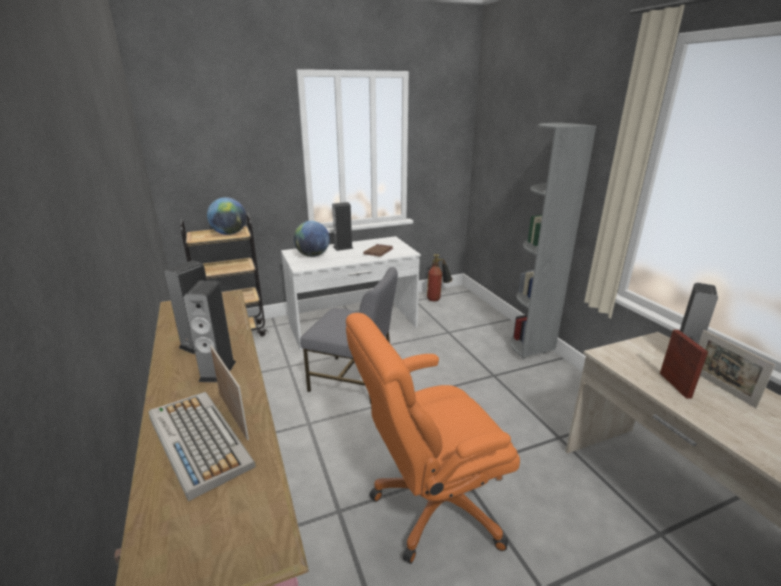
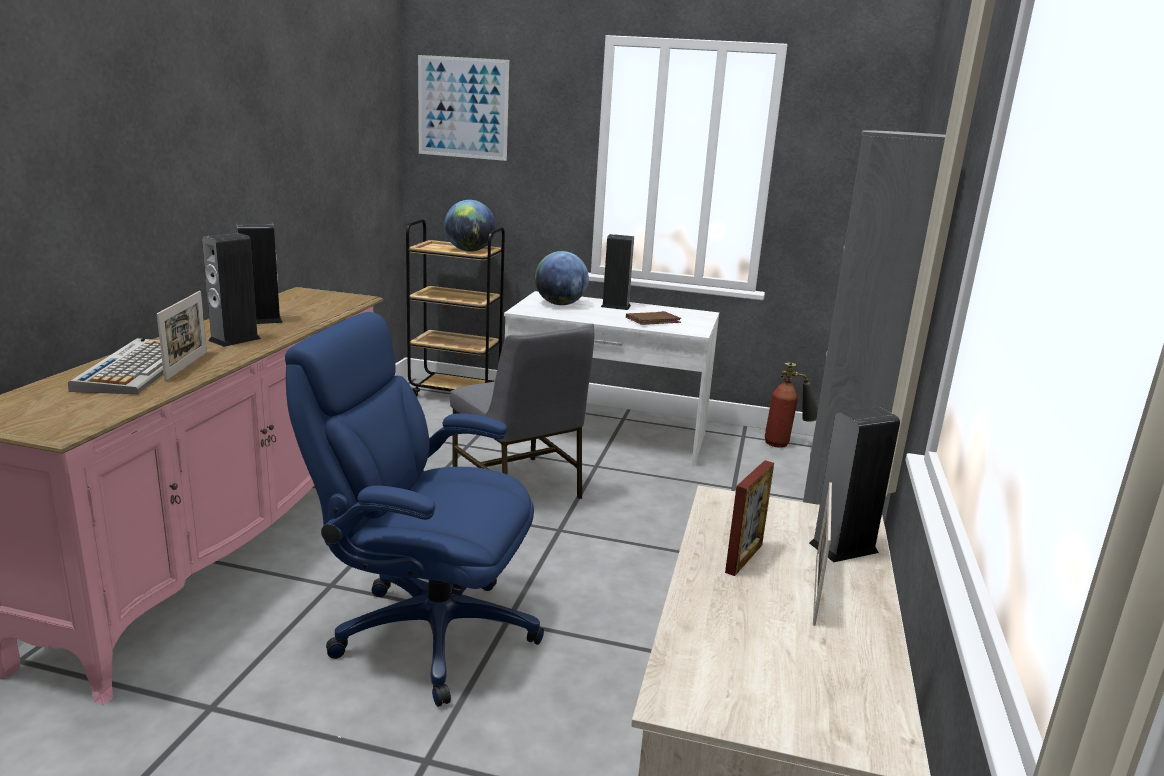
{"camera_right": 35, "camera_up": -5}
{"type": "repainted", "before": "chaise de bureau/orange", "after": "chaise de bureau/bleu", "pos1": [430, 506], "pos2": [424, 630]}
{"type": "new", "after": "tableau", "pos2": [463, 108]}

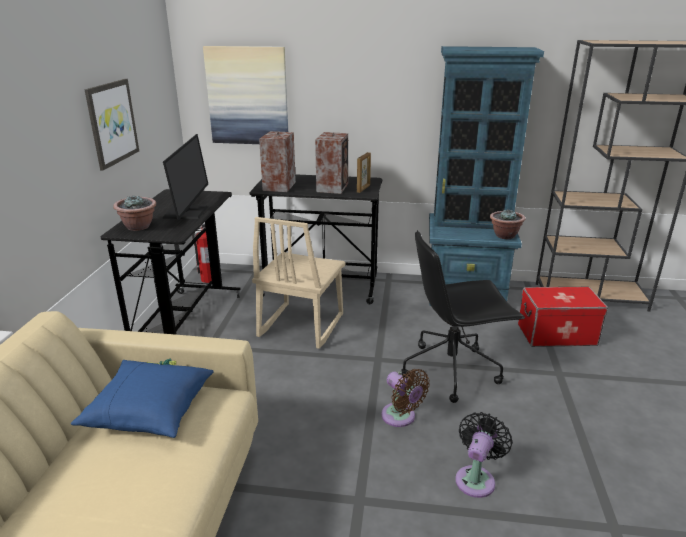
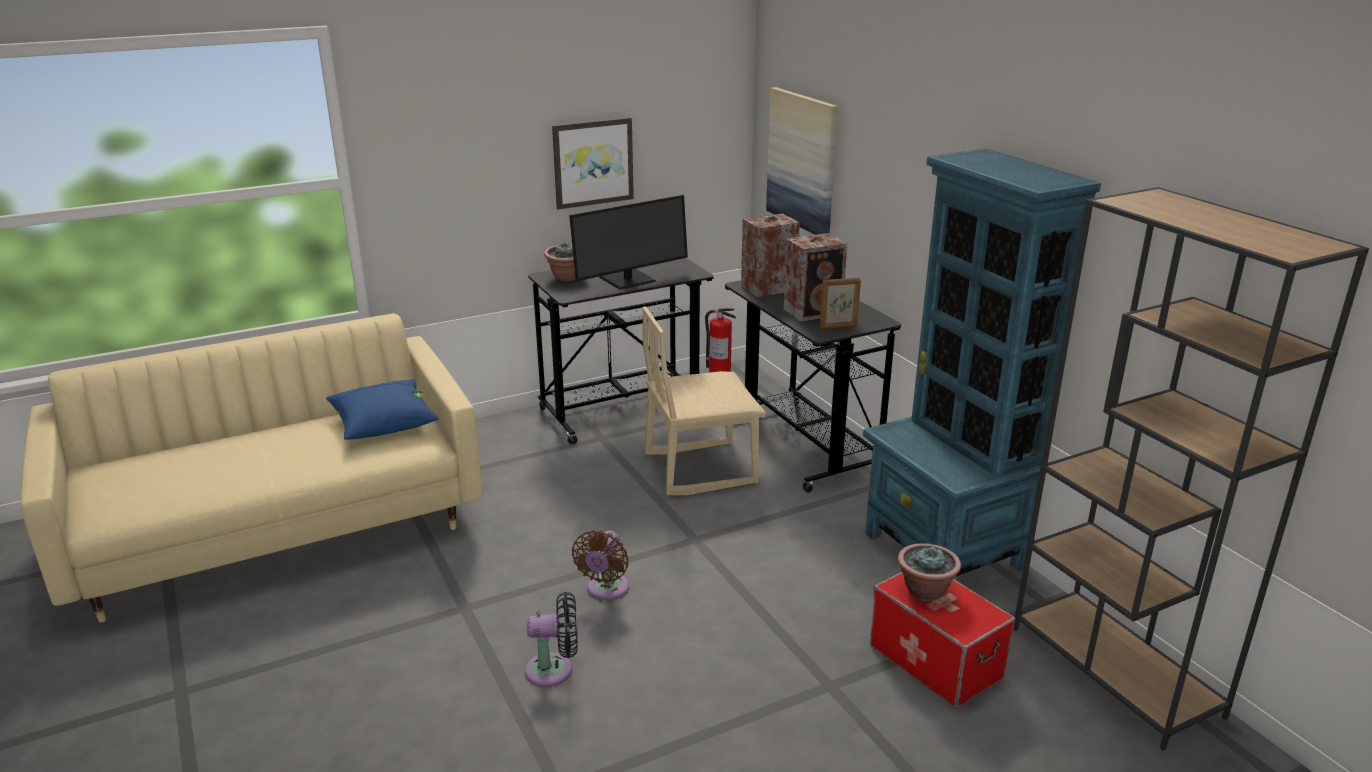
{"camera_right": 55, "camera_up": 0}
{"type": "shifted", "before": "plante en pot", "pos1": [504, 236], "pos2": [925, 591]}
{"type": "gone", "before": "chaise de bureau/noir", "pos1": [454, 370]}

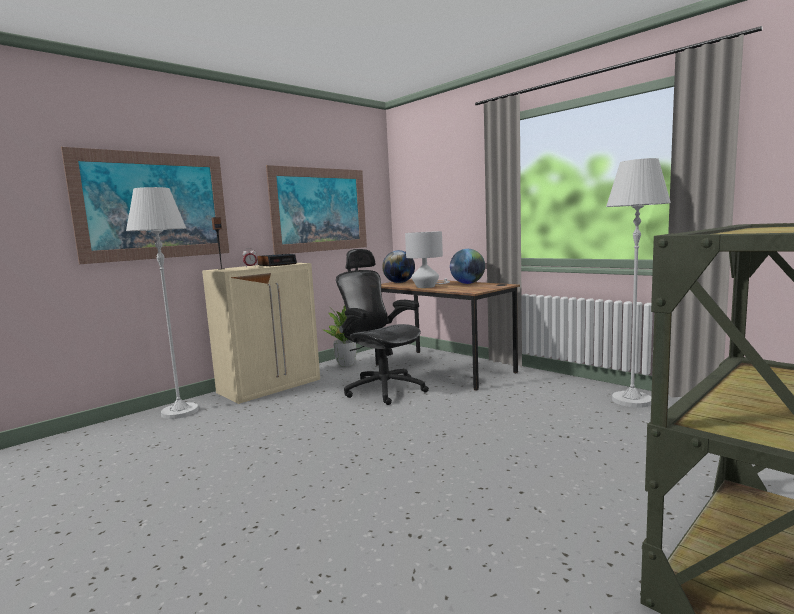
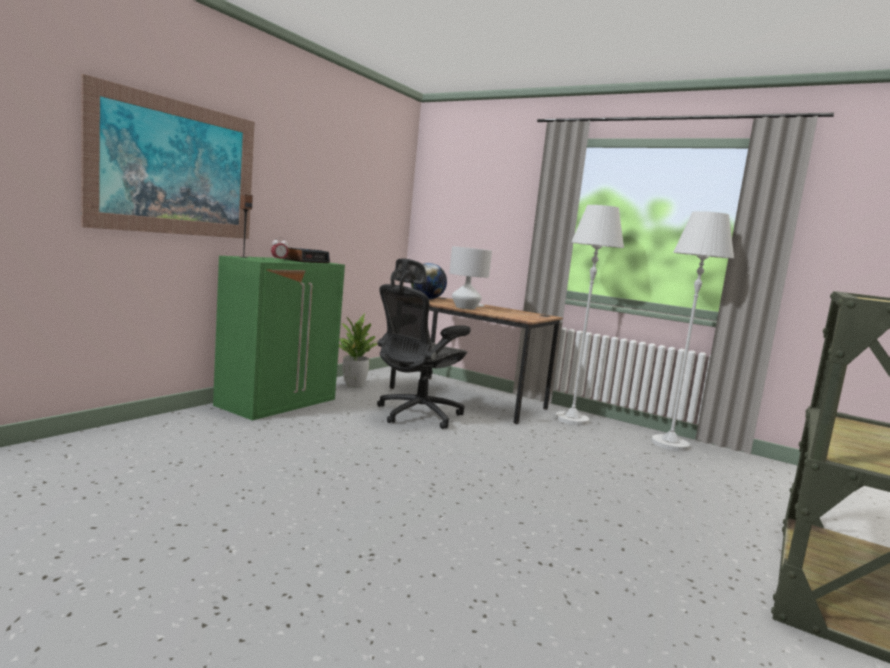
{"camera_right": -15, "camera_up": 0}
{"type": "gone", "before": "tableau", "pos1": [320, 210]}
{"type": "shifted", "before": "lampadaire/blanc", "pos1": [180, 412], "pos2": [571, 419]}
{"type": "rotated", "before": "chaise de bureau", "pos1": [383, 389], "pos2": [416, 416], "turn": -90}
{"type": "gone", "before": "globe", "pos1": [467, 283]}
{"type": "repainted", "before": "meuble de rangement/beige", "after": "meuble de rangement/vert", "pos1": [270, 385], "pos2": [277, 402]}

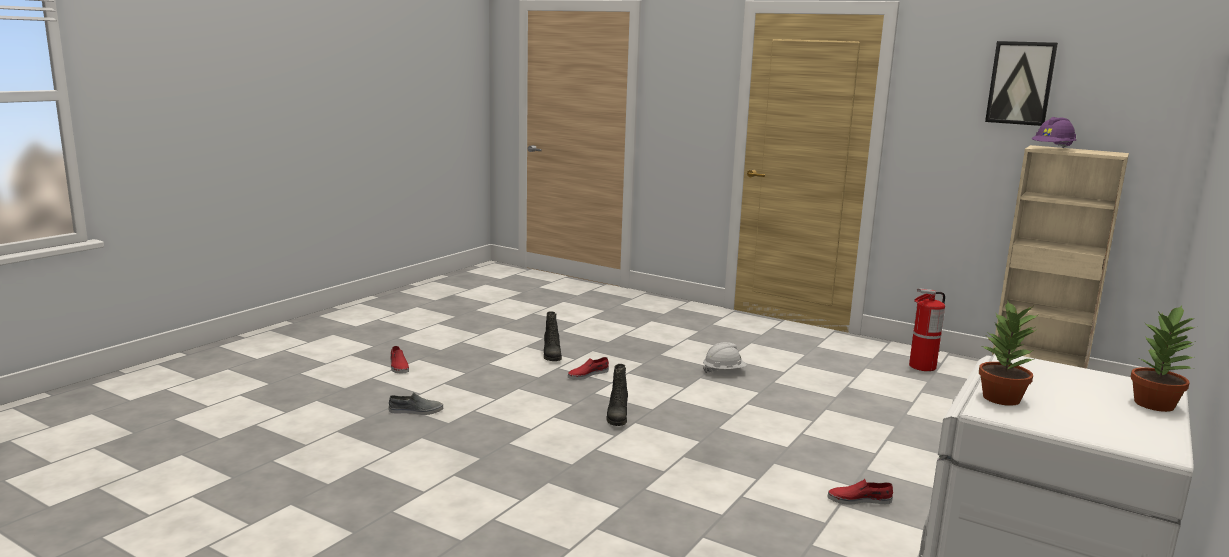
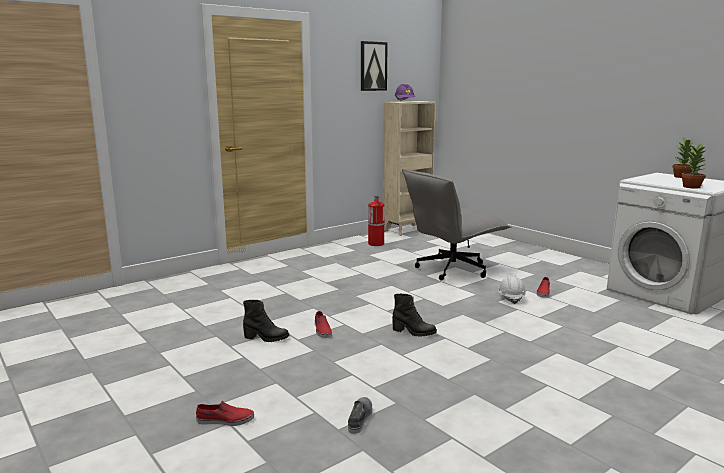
{"camera_right": -70, "camera_up": 0}
{"type": "shifted", "before": "casque de chantier/blanc", "pos1": [724, 371], "pos2": [510, 298]}
{"type": "new", "after": "chaise de bureau/gris", "pos2": [453, 269]}

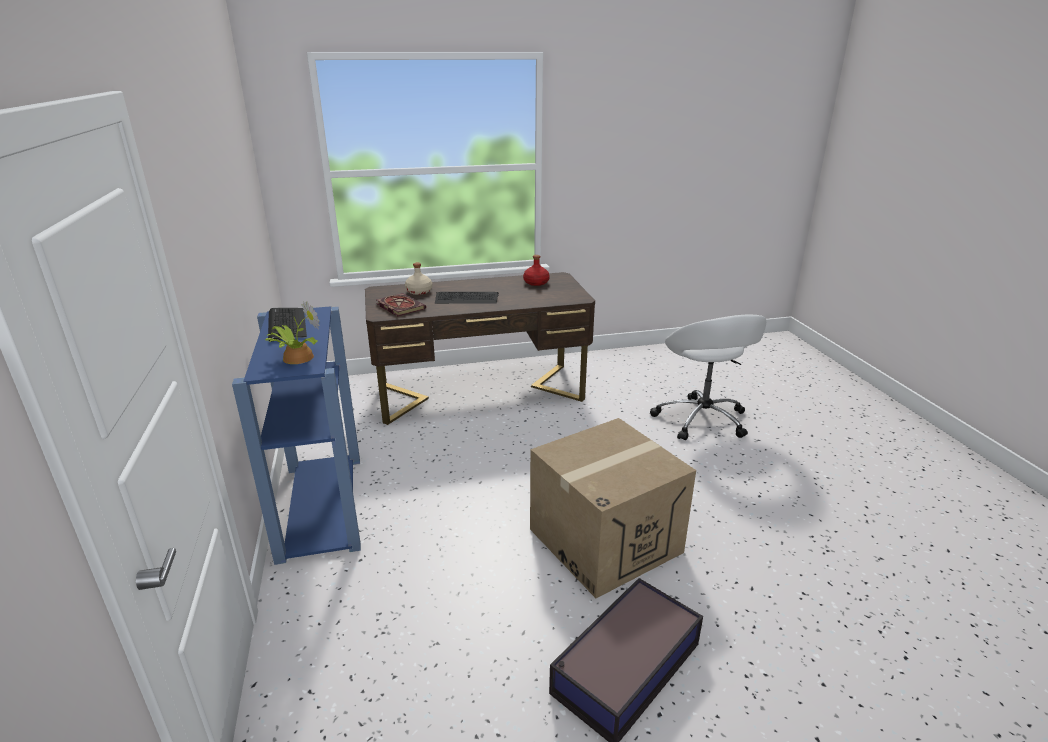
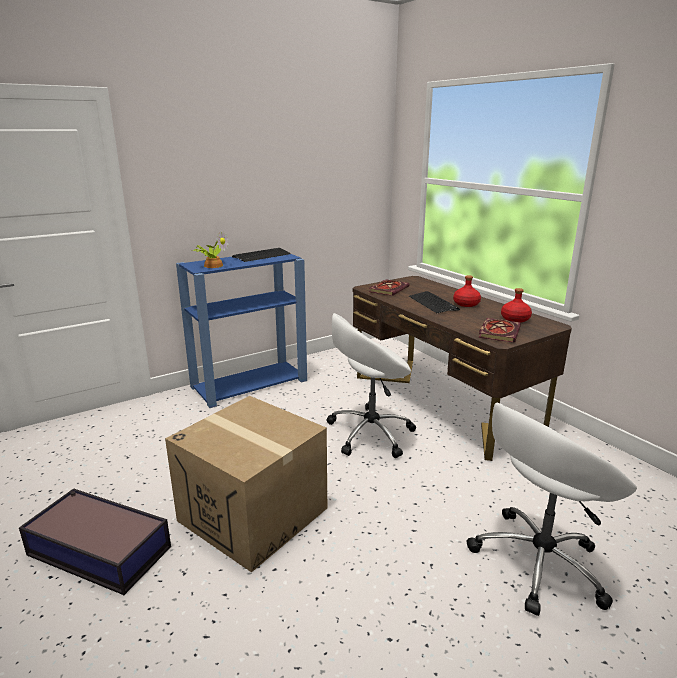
{"camera_right": 70, "camera_up": -5}
{"type": "gone", "before": "bouteille/beige", "pos1": [418, 291]}
{"type": "new", "after": "bouteille/rouge", "pos2": [466, 304]}
{"type": "new", "after": "chaise de bureau/blanc", "pos2": [368, 434]}
{"type": "new", "after": "livre", "pos2": [498, 332]}

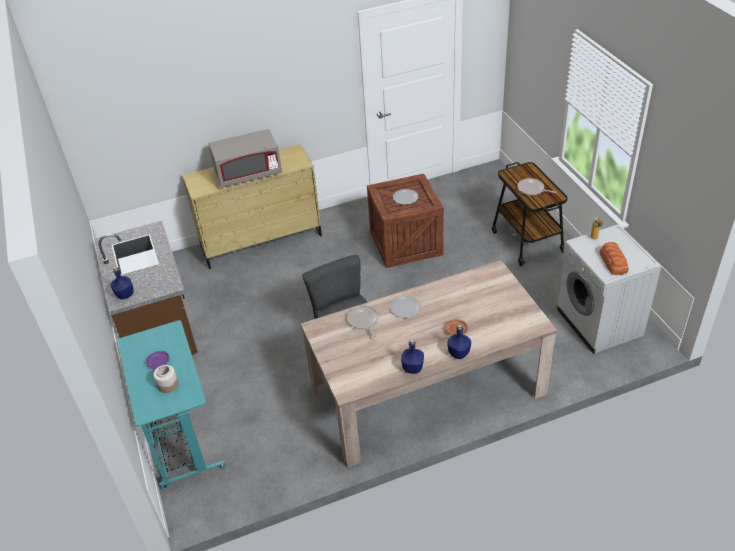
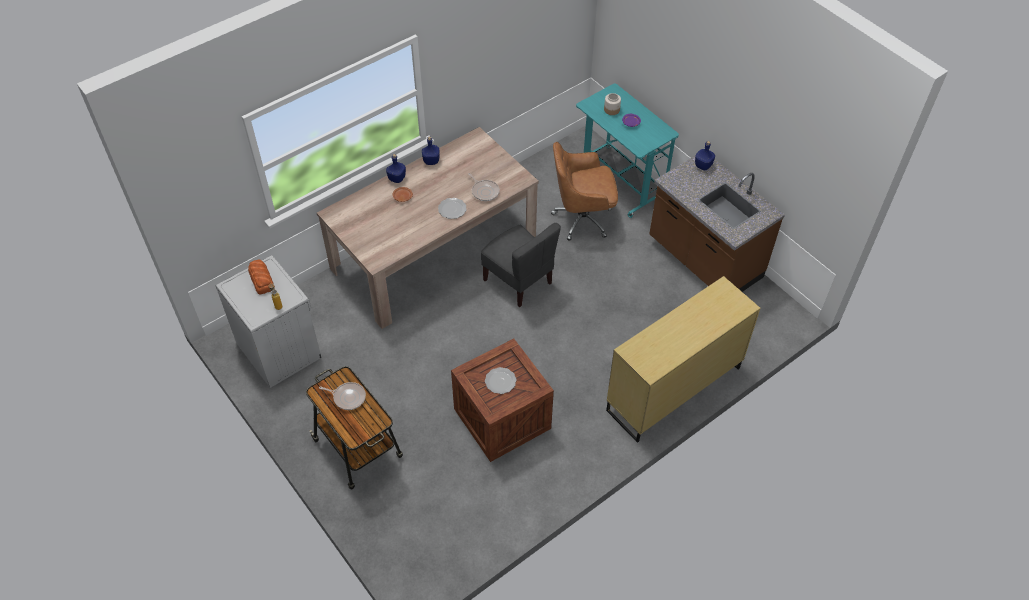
{"camera_right": 160, "camera_up": 10}
{"type": "gone", "before": "micro-ondes/gris", "pos1": [248, 174]}
{"type": "new", "after": "chaise de bureau/marron", "pos2": [582, 218]}

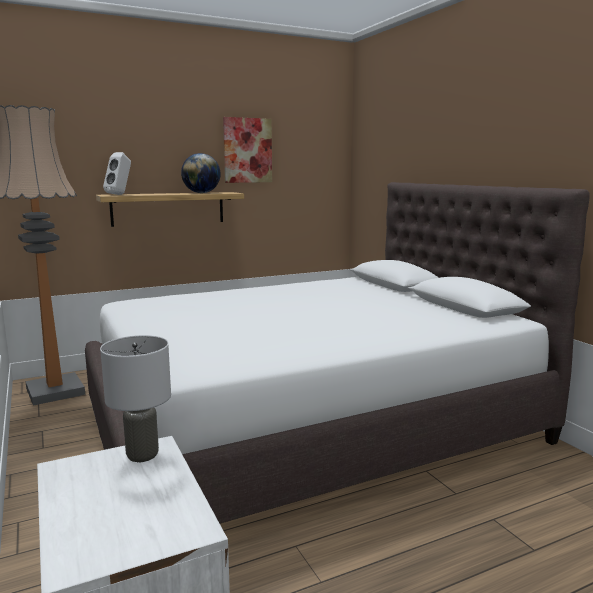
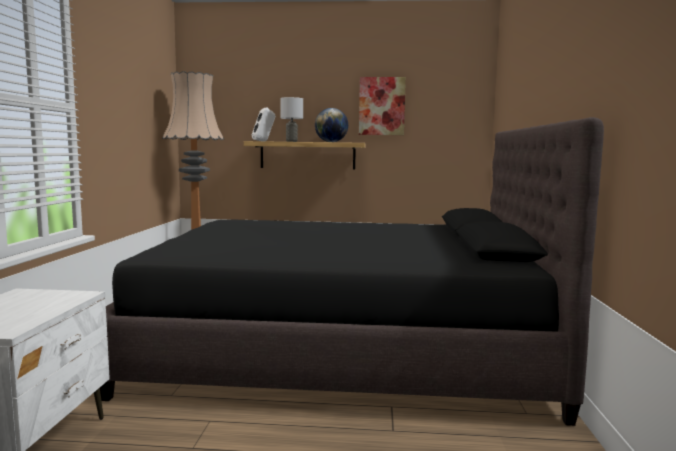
{"camera_right": 30, "camera_up": -5}
{"type": "repainted", "before": "lit/blanc", "after": "lit/noir", "pos1": [312, 425], "pos2": [342, 349]}
{"type": "shifted", "before": "lampe de table/blanc", "pos1": [141, 455], "pos2": [291, 141]}

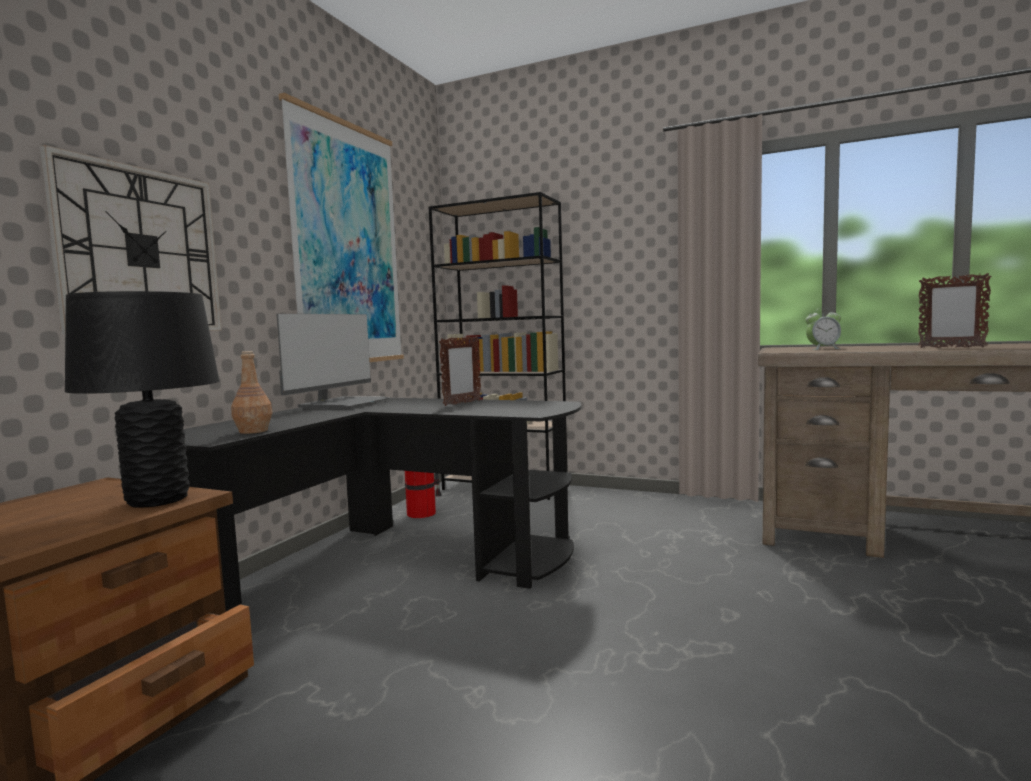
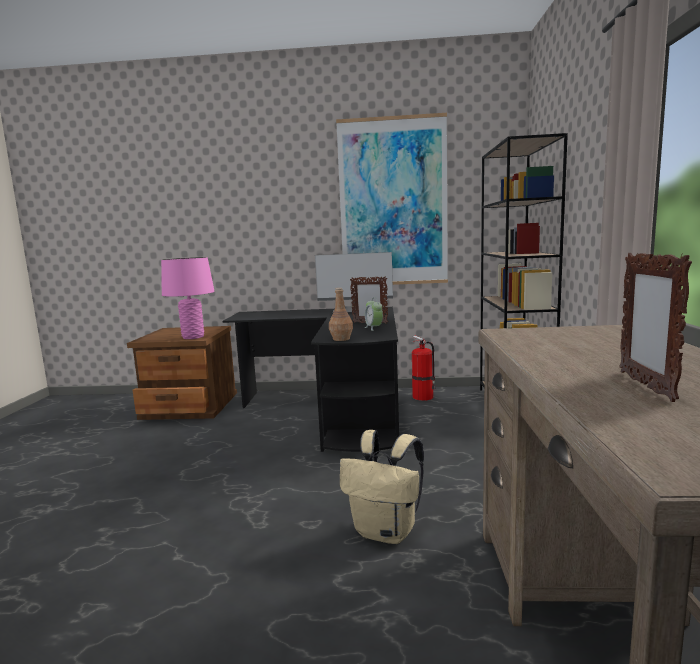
{"camera_right": 70, "camera_up": 5}
{"type": "gone", "before": "horloge murale", "pos1": [140, 251]}
{"type": "repainted", "before": "lampe de table/noir", "after": "lampe de table/rose", "pos1": [158, 500], "pos2": [193, 337]}
{"type": "shifted", "before": "réveil", "pos1": [823, 349], "pos2": [374, 328]}
{"type": "shifted", "before": "bouteille/marron", "pos1": [253, 431], "pos2": [341, 339]}
{"type": "new", "after": "sac à dos/beige", "pos2": [386, 532]}

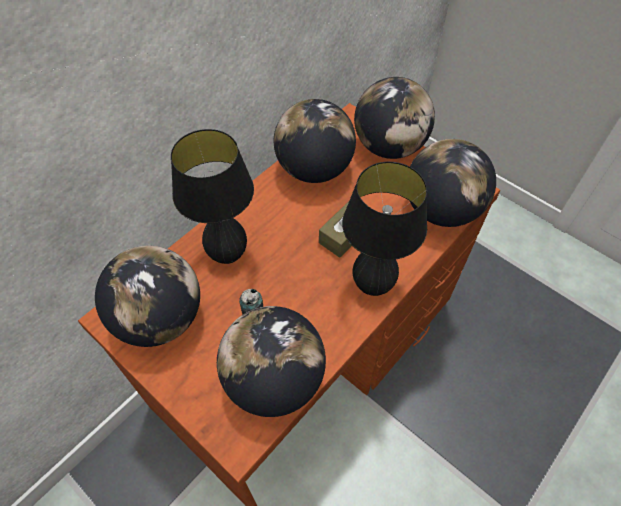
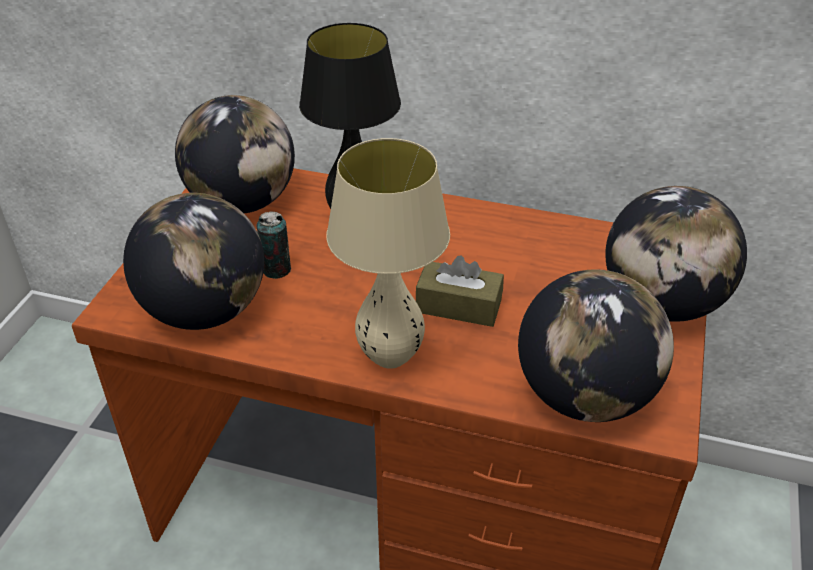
{"camera_right": 65, "camera_up": -15}
{"type": "gone", "before": "globe", "pos1": [314, 169]}
{"type": "repainted", "before": "lampe de table/noir", "after": "lampe de table/beige", "pos1": [373, 285], "pos2": [390, 358]}

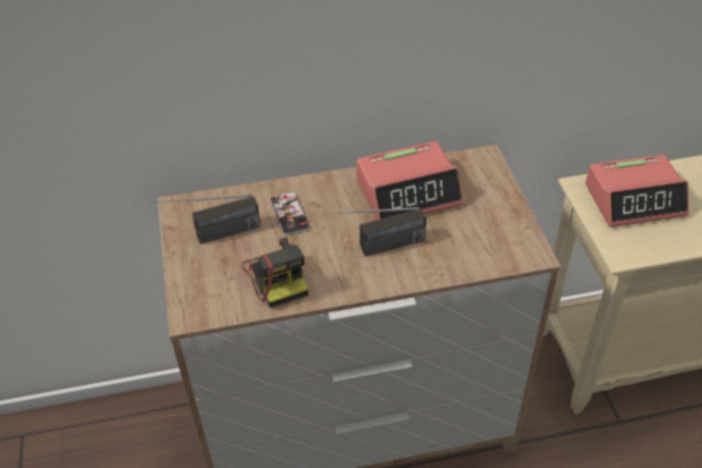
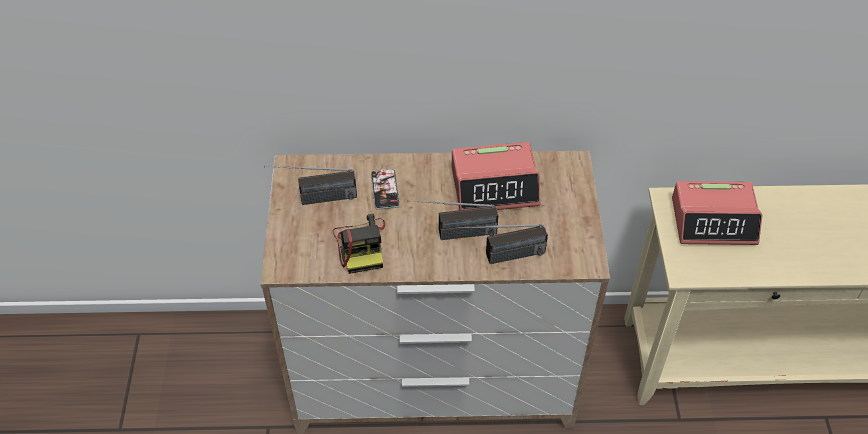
{"camera_right": 10, "camera_up": 5}
{"type": "new", "after": "radio", "pos2": [500, 257]}

